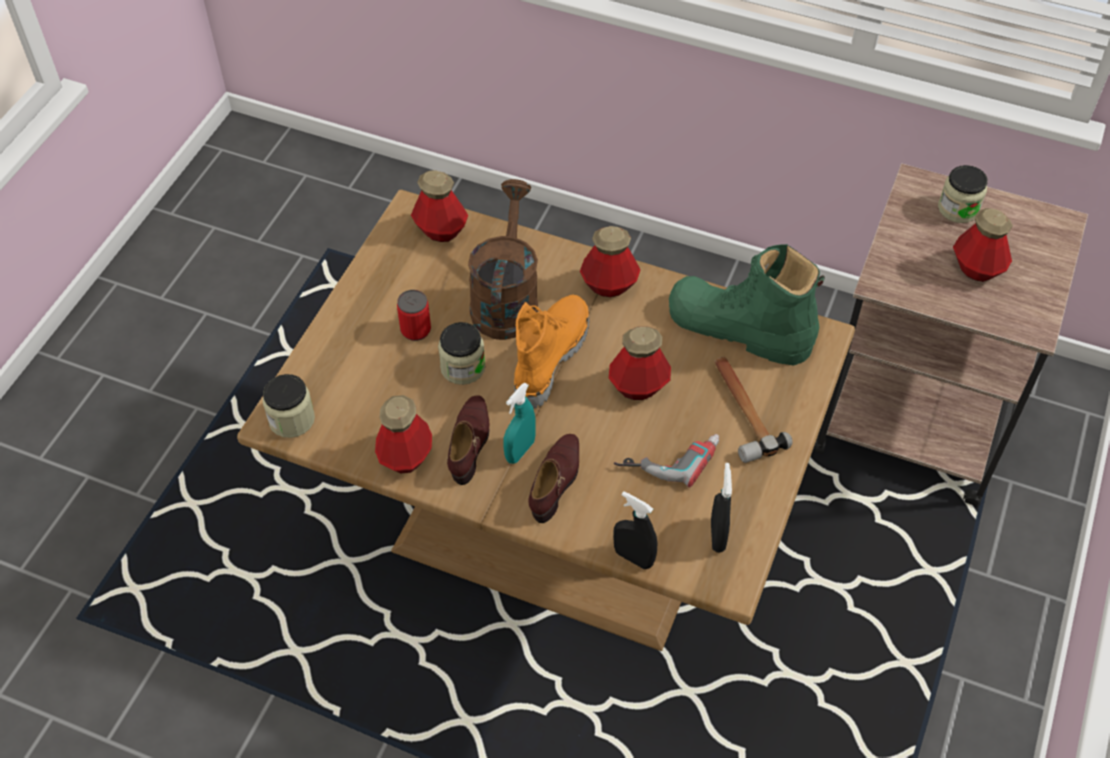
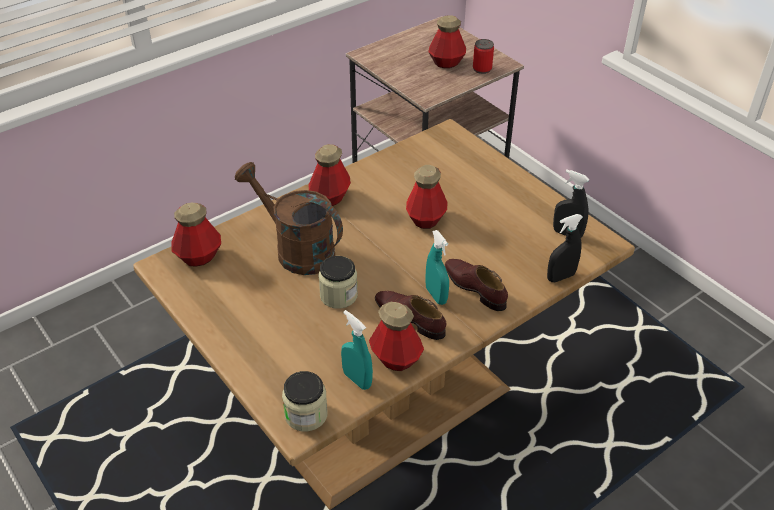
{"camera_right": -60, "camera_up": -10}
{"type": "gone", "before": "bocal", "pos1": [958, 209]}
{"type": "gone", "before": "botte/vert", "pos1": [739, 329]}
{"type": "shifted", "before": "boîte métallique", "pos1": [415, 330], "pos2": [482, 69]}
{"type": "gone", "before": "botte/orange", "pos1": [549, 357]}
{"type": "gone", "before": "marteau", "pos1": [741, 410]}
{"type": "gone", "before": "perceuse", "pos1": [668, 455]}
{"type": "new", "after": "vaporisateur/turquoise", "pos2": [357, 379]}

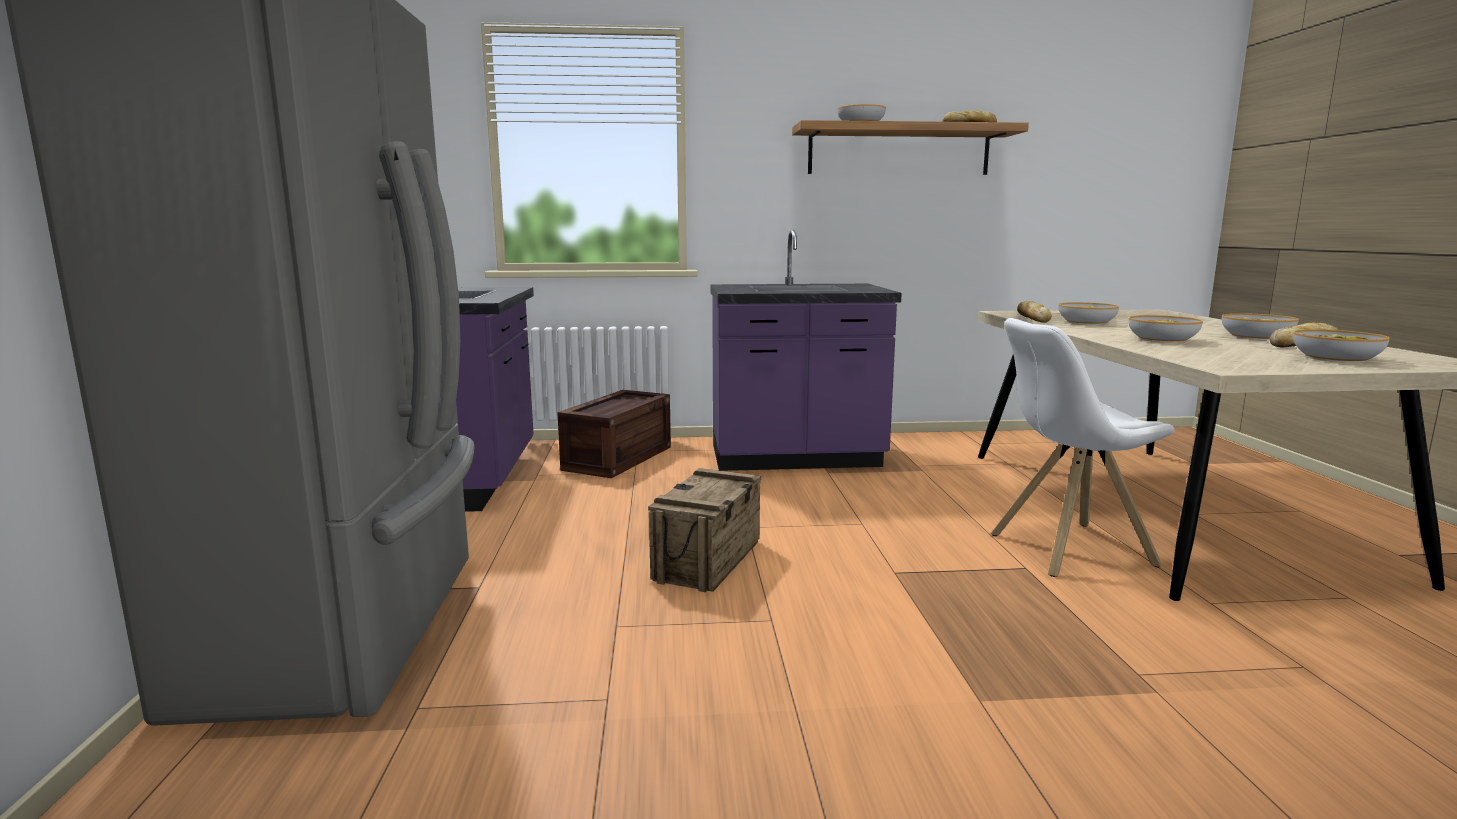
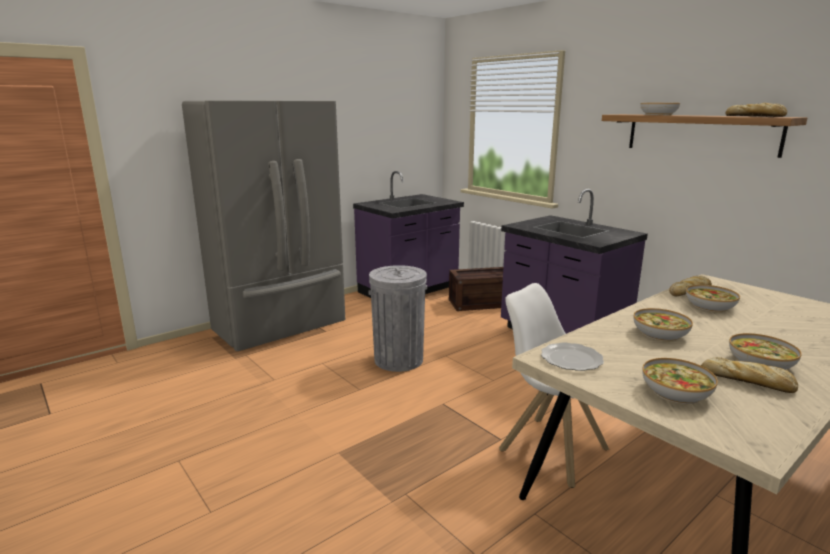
{"camera_right": 55, "camera_up": 5}
{"type": "swapped", "before": "caisse", "after": "poubelle/gris", "pos1": [709, 560], "pos2": [398, 360]}
{"type": "new", "after": "assiette", "pos2": [572, 359]}

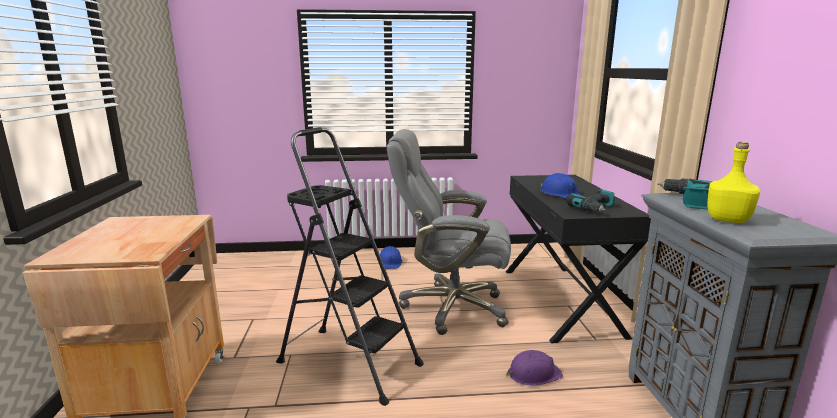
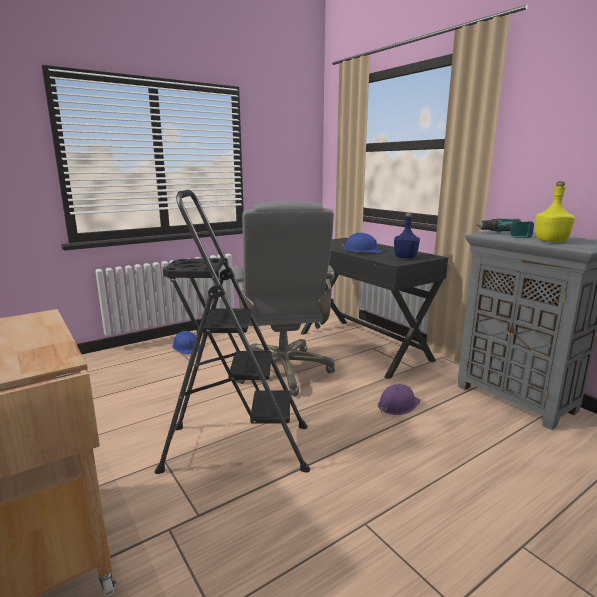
{"camera_right": -30, "camera_up": 0}
{"type": "rotated", "before": "chaise de bureau/gris", "pos1": [450, 307], "pos2": [283, 373], "turn": -75}
{"type": "swapped", "before": "perceuse", "after": "bouteille/bleu", "pos1": [595, 209], "pos2": [405, 257]}

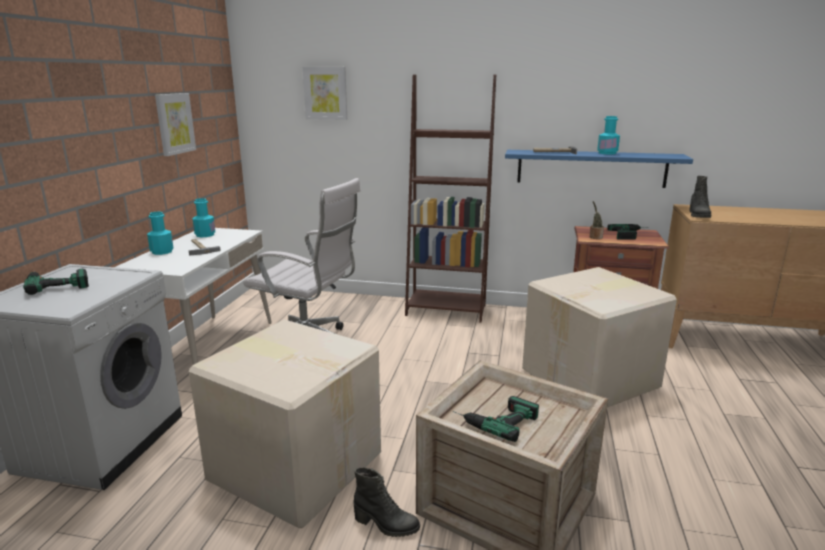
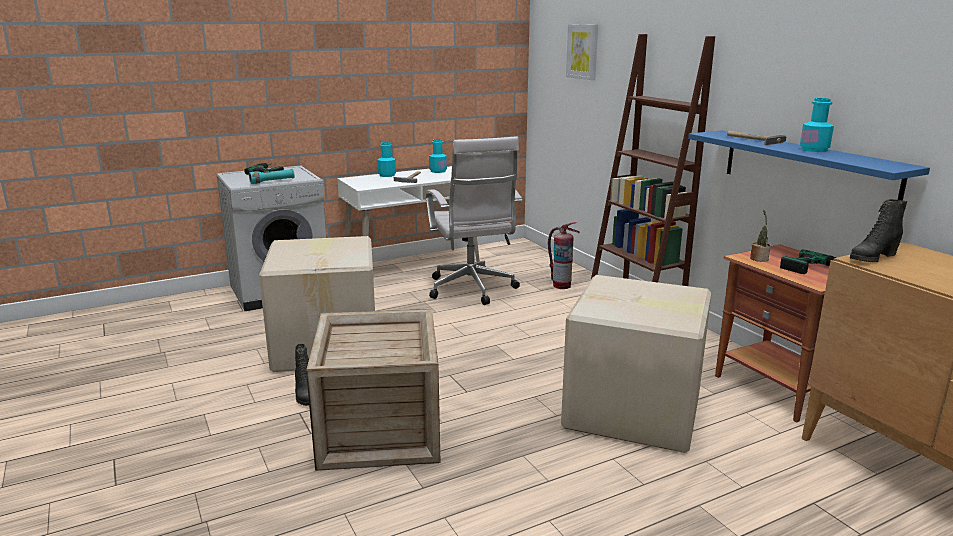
{"camera_right": 50, "camera_up": 0}
{"type": "gone", "before": "tableau", "pos1": [174, 123]}
{"type": "gone", "before": "perceuse", "pos1": [494, 419]}
{"type": "new", "after": "lampe de poche/turquoise", "pos2": [272, 181]}
{"type": "new", "after": "extincteur", "pos2": [561, 285]}

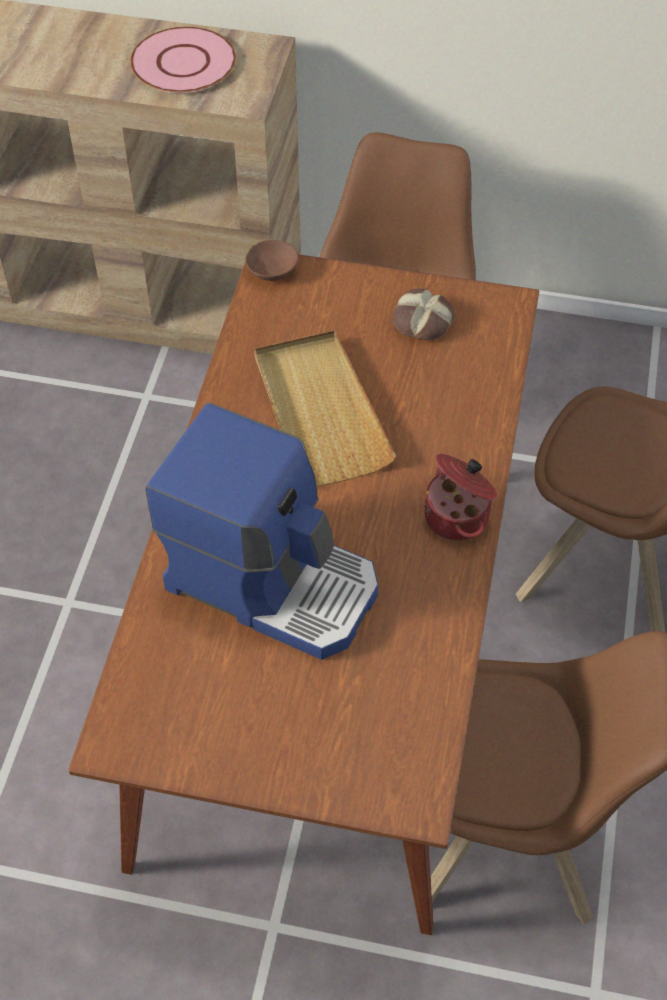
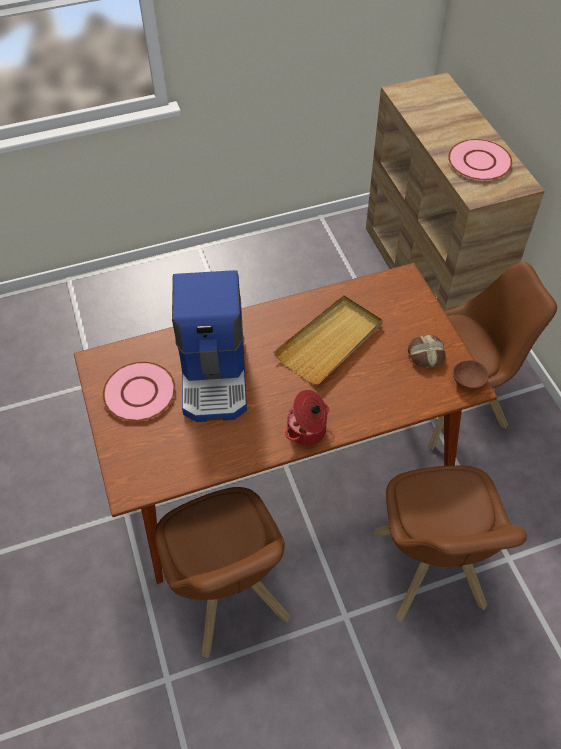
{"camera_right": 60, "camera_up": 0}
{"type": "shifted", "before": "bol/marron", "pos1": [273, 271], "pos2": [468, 381]}
{"type": "new", "after": "assiette/rose", "pos2": [140, 393]}

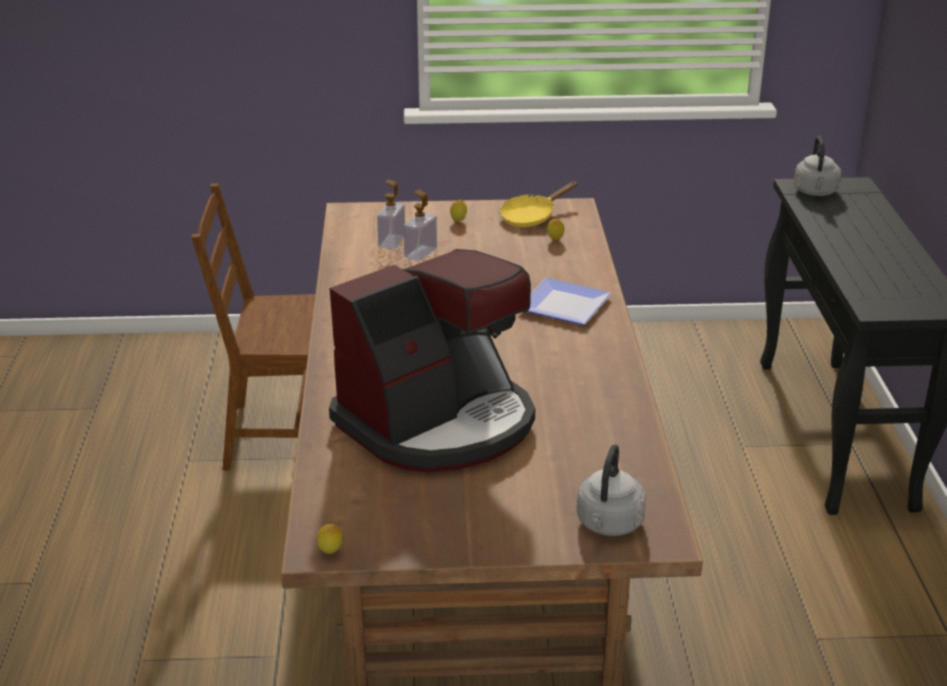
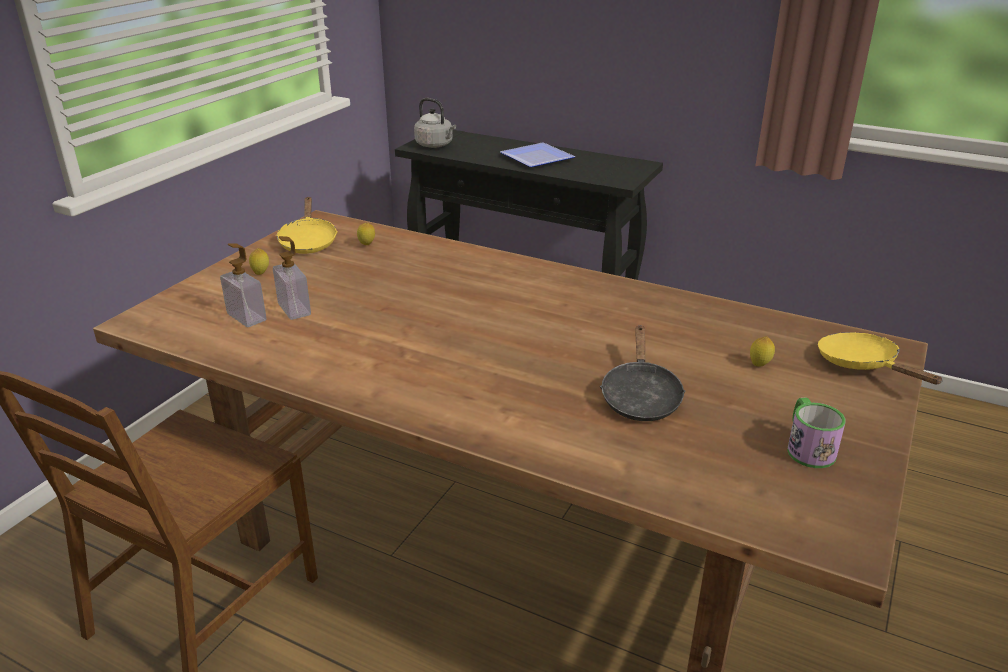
{"camera_right": -60, "camera_up": 0}
{"type": "swapped", "before": "machine à café", "after": "poêle/noir", "pos1": [439, 423], "pos2": [640, 396]}
{"type": "shifted", "before": "assiette", "pos1": [565, 307], "pos2": [539, 158]}
{"type": "swapped", "before": "bouilloire/gris", "after": "poêle/jaune", "pos1": [608, 524], "pos2": [862, 365]}
{"type": "shifted", "before": "citron", "pos1": [330, 553], "pos2": [759, 365]}
{"type": "new", "after": "mug", "pos2": [807, 447]}

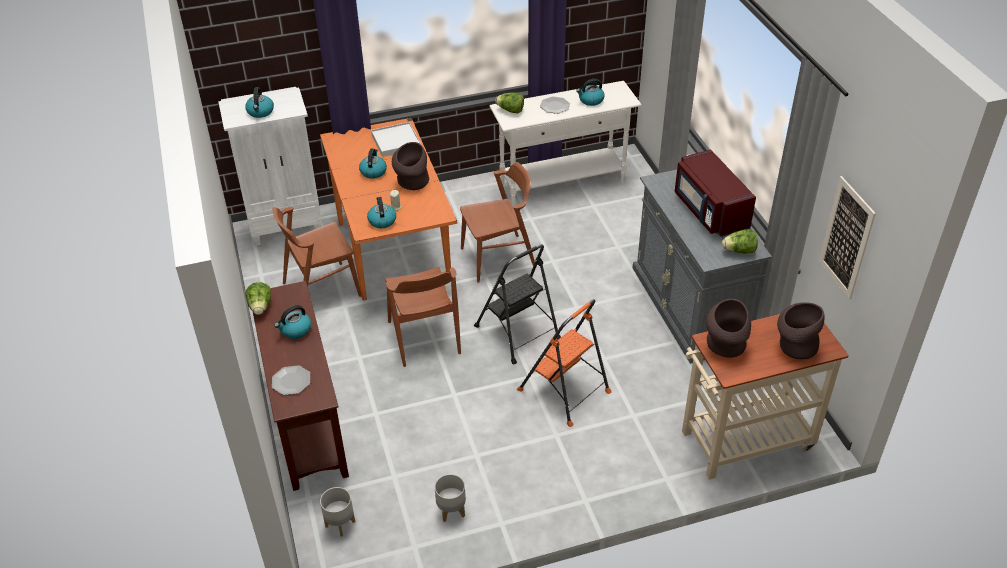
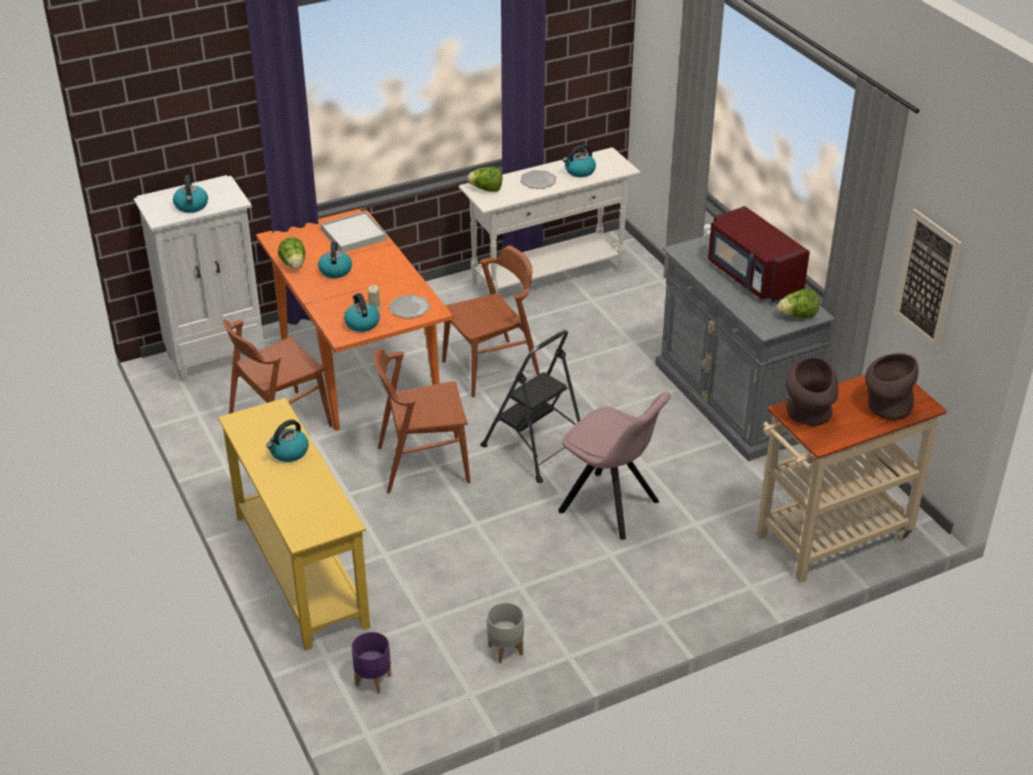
{"camera_right": -10, "camera_up": -5}
{"type": "gone", "before": "vase/marron", "pos1": [412, 183]}
{"type": "rotated", "before": "chaise/marron", "pos1": [424, 337], "pos2": [422, 464], "turn": 105}
{"type": "repainted", "before": "table console/marron", "after": "table console/jaune", "pos1": [306, 420], "pos2": [300, 570]}
{"type": "shifted", "before": "laitue", "pos1": [260, 307], "pos2": [294, 265]}
{"type": "swapped", "before": "escabeau/orange", "after": "chaise/rose", "pos1": [566, 392], "pos2": [610, 506]}
{"type": "shifted", "before": "assiette", "pos1": [291, 381], "pos2": [409, 308]}
{"type": "repainted", "before": "cache-pot/gris", "after": "cache-pot/violet", "pos1": [340, 524], "pos2": [373, 680]}

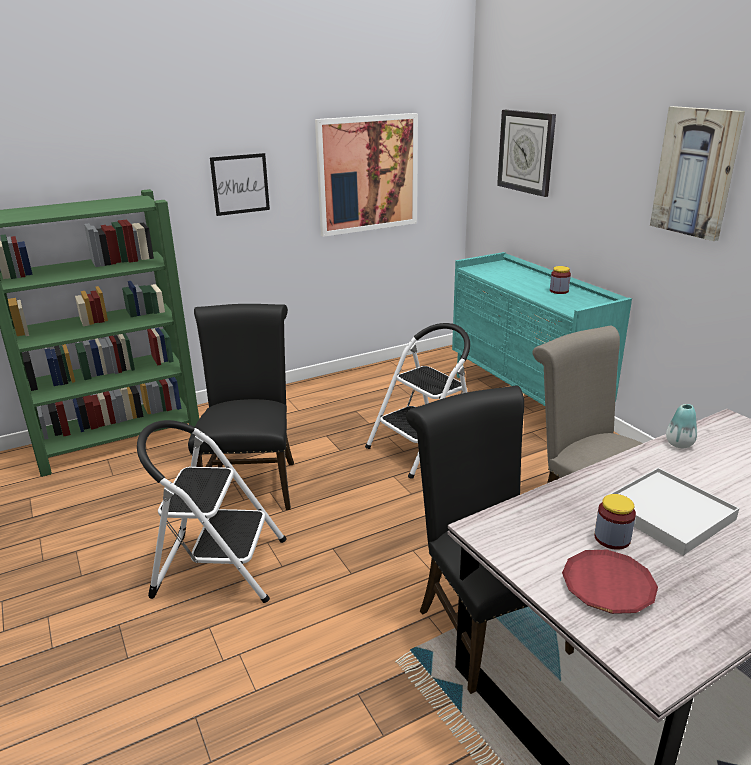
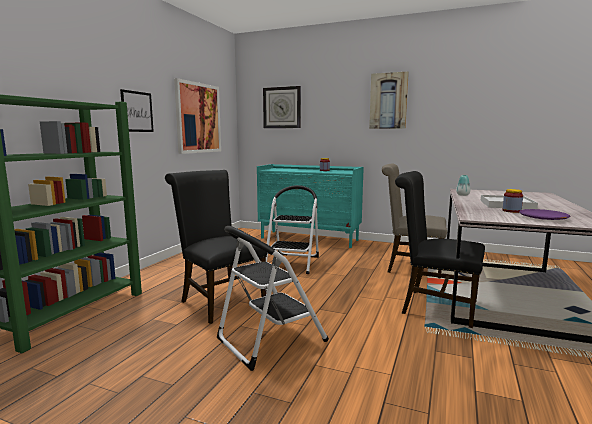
{"camera_right": -40, "camera_up": -15}
{"type": "repainted", "before": "assiette/rouge", "after": "assiette/violet", "pos1": [608, 586], "pos2": [543, 217]}

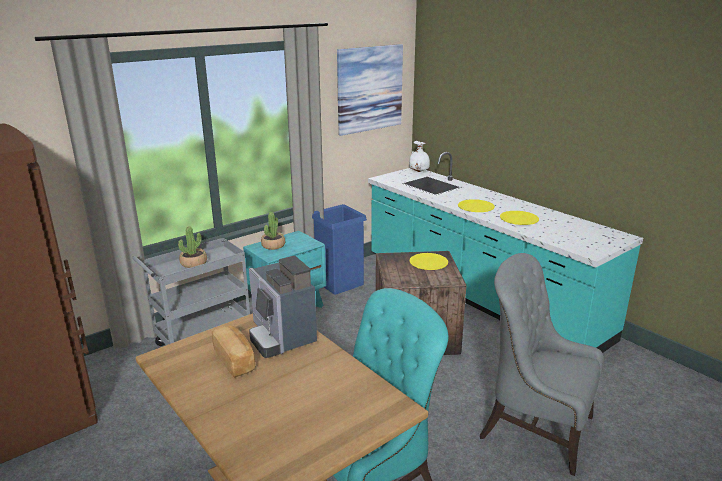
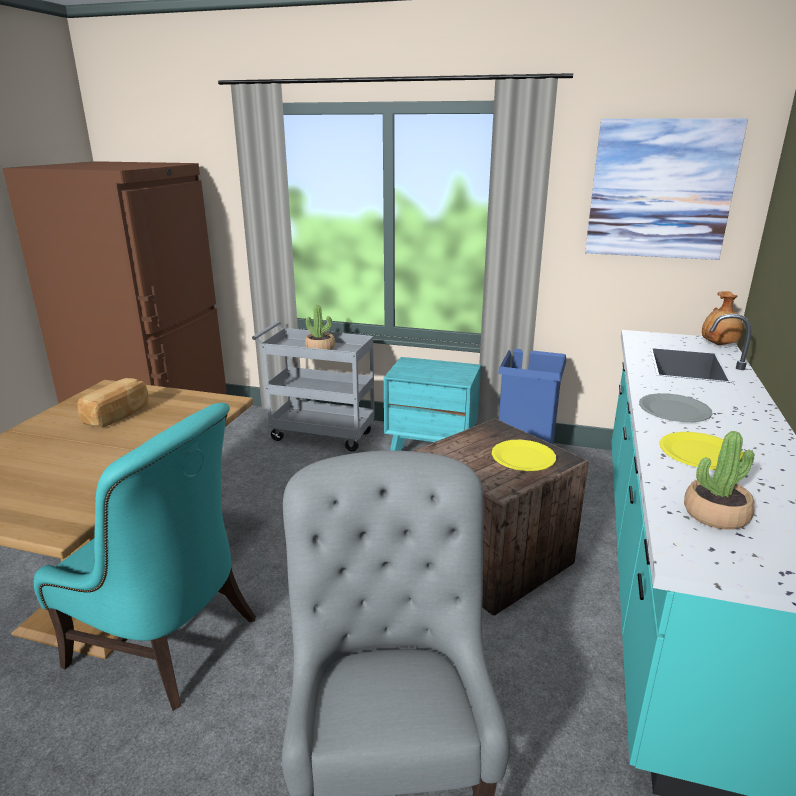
{"camera_right": 55, "camera_up": 0}
{"type": "repainted", "before": "vase/blanc", "after": "vase/marron", "pos1": [419, 171], "pos2": [719, 345]}
{"type": "repainted", "before": "assiette/jaune", "after": "assiette/gris", "pos1": [475, 207], "pos2": [674, 410]}
{"type": "shifted", "before": "plante en pot", "pos1": [273, 245], "pos2": [715, 514]}
{"type": "gone", "before": "machine à café", "pos1": [281, 336]}

